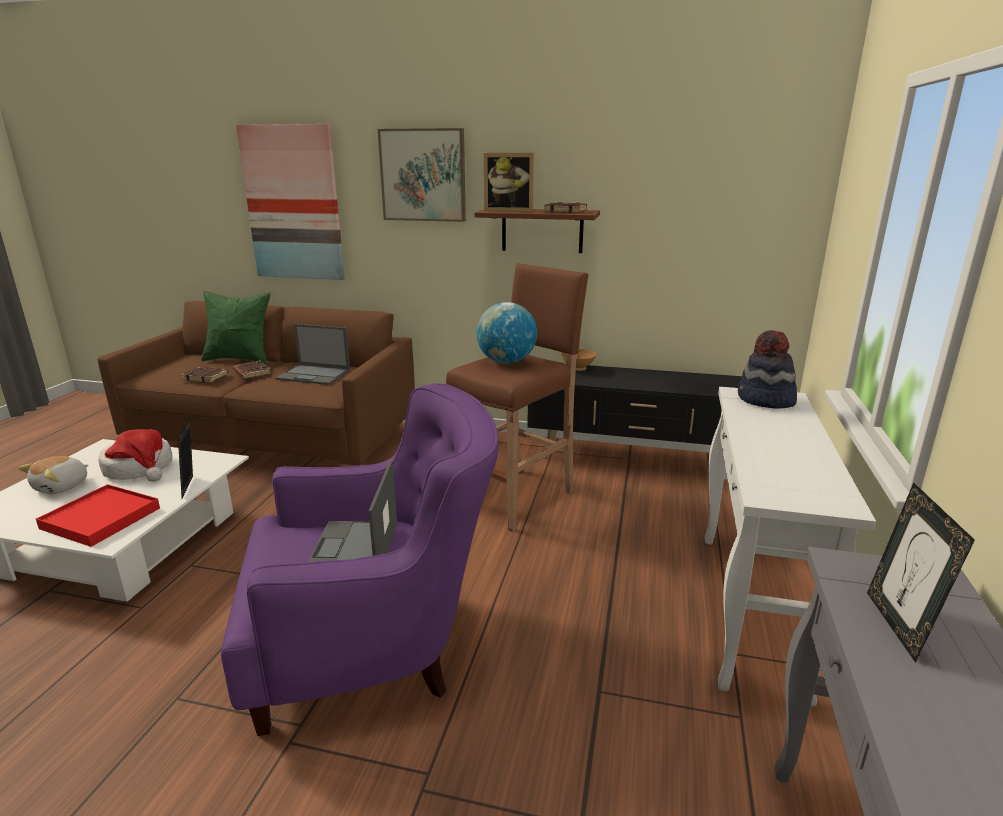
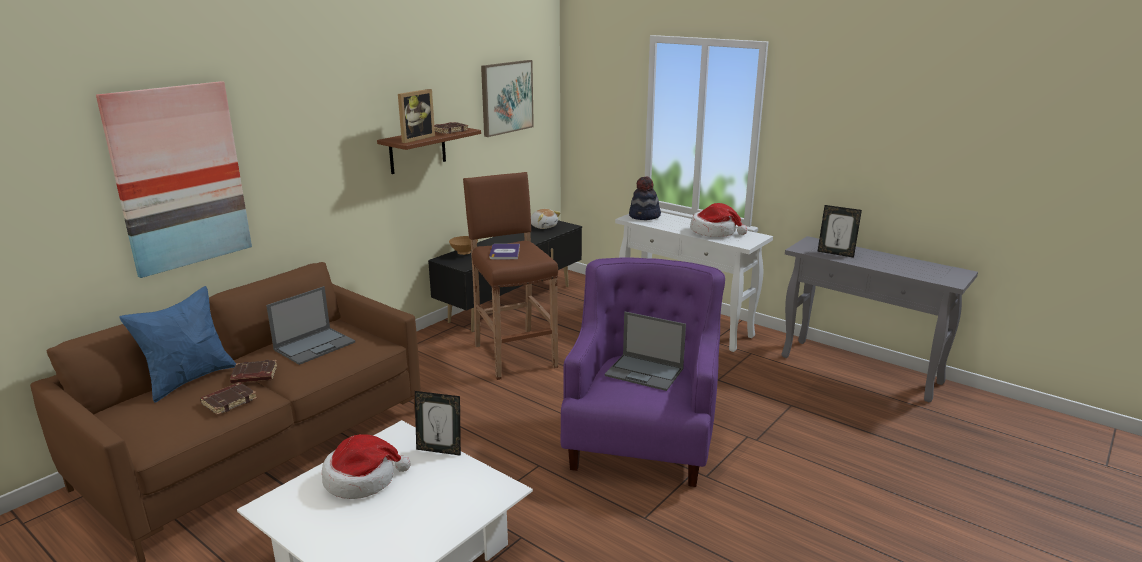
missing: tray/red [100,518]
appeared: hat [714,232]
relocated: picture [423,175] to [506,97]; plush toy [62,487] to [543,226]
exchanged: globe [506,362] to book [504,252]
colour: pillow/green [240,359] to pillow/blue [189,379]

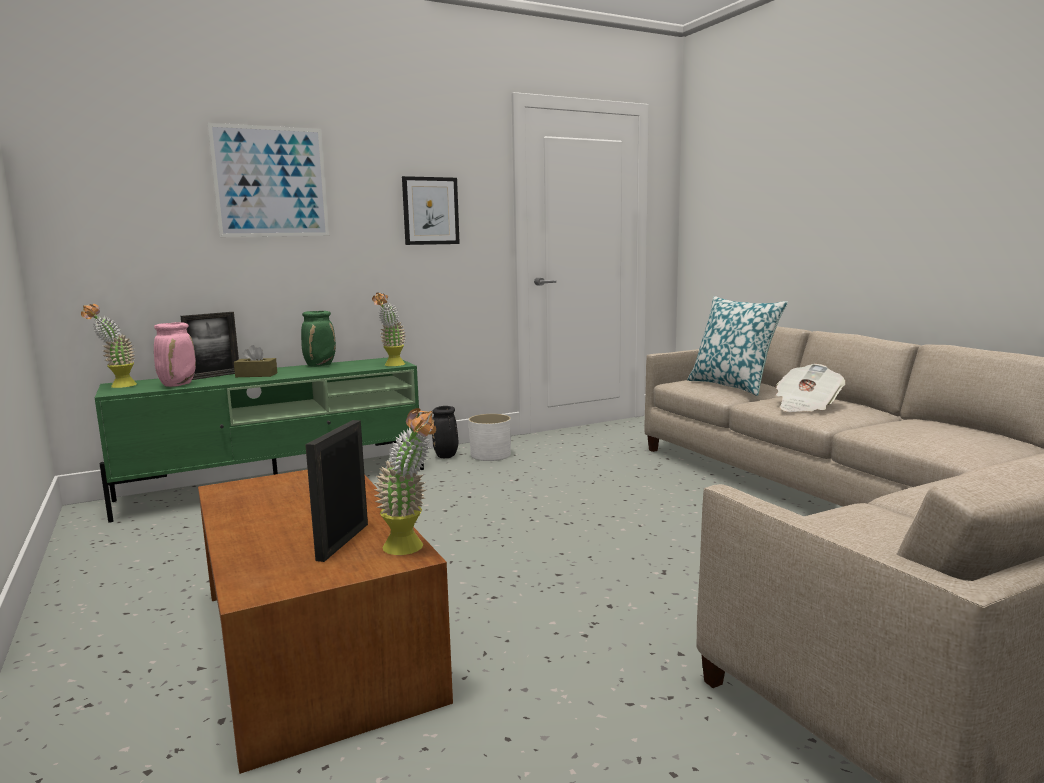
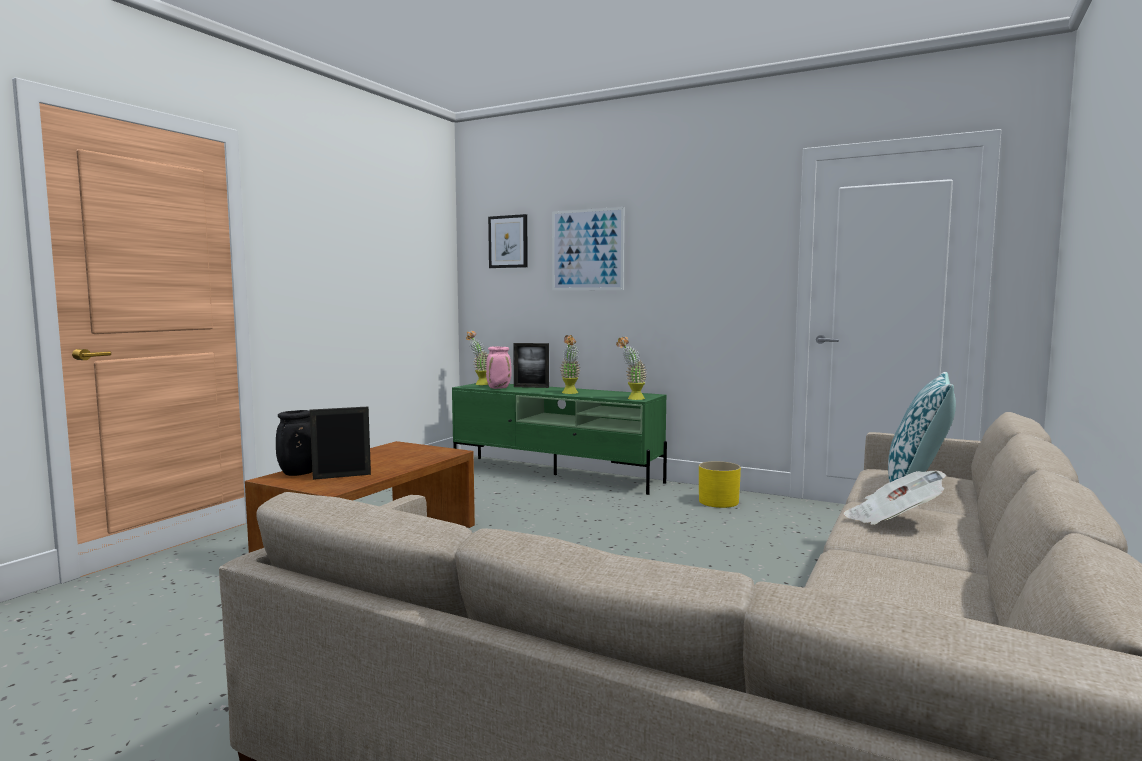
missing: tissue box/brown [256,375]; vase/green [320,365]
relocated: vase/black [446,456] to [297,474]; picture [430,211] to [508,241]; potted plant [411,549] to [570,393]
colour: planter/white [491,455] to planter/yellow [719,502]

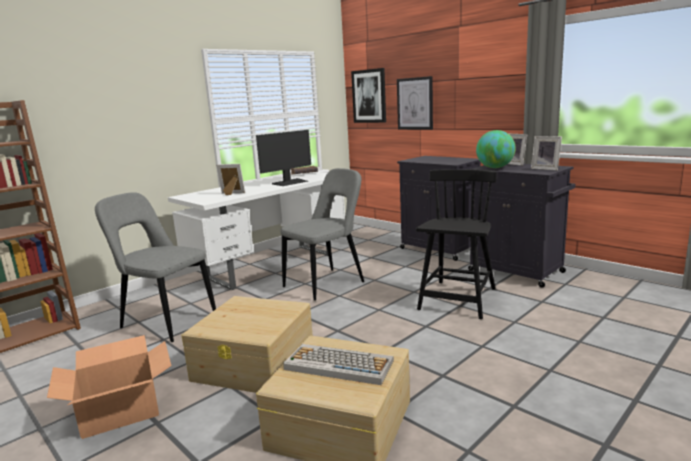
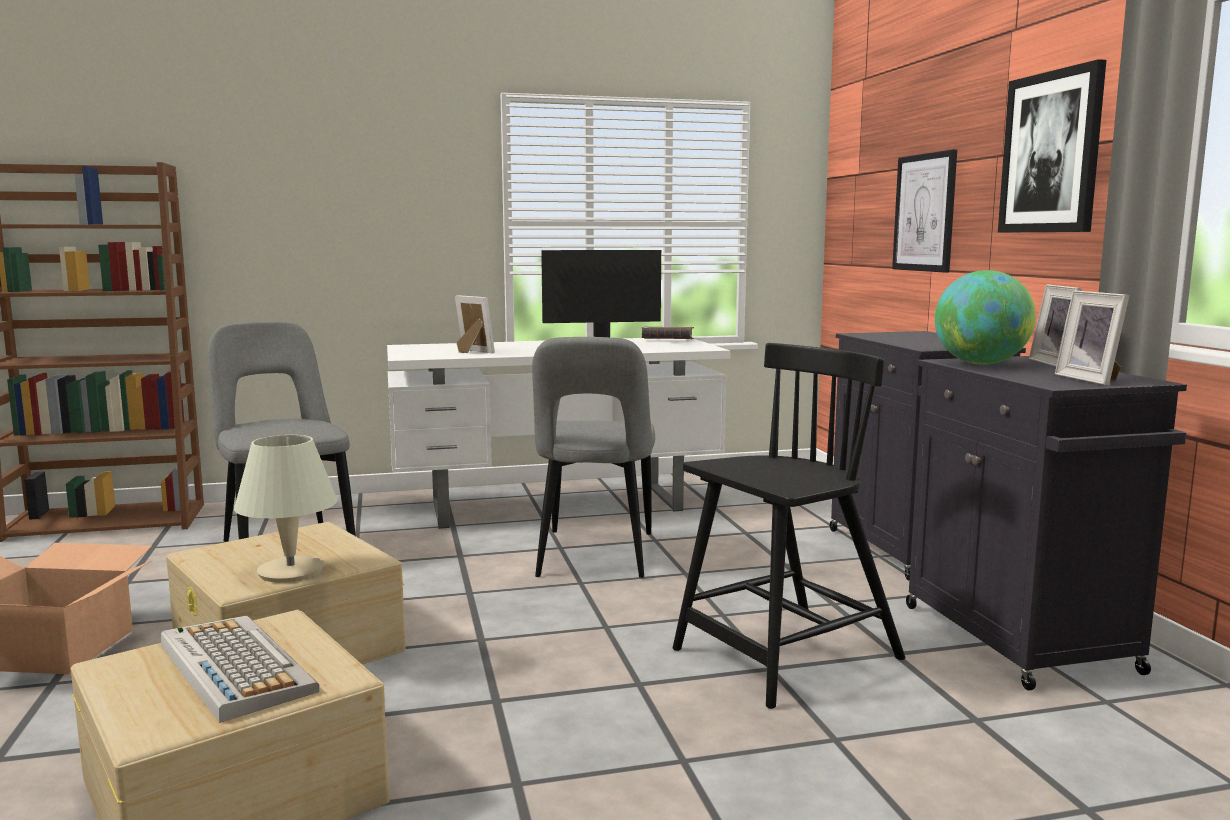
appeared: table lamp/beige [291,572]
relocated: picture [369,96] to [1051,153]
spun: chair/grey [327,283] = [594,557] 105 degrees clockwise

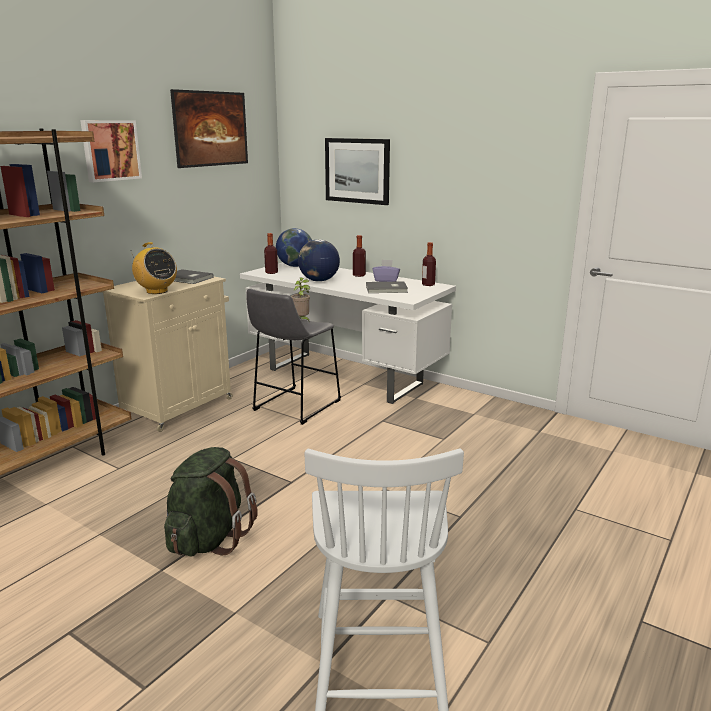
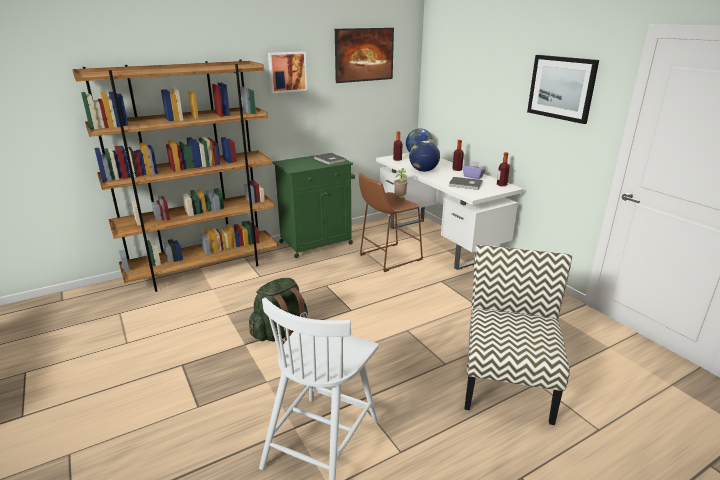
missing: radio [156,291]
appeared: chair [506,382]
relocated: picture [357,170] to [561,88]
colour: cabinet/beige [179,406] to cabinet/green [317,243]; stool/grey [294,407] to stool/brown [387,258]

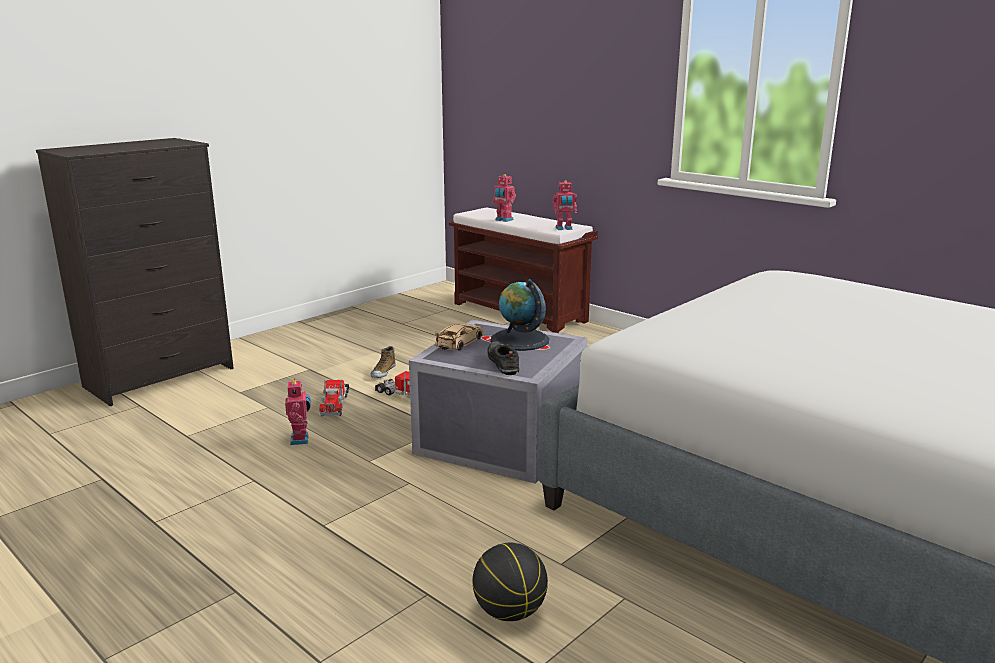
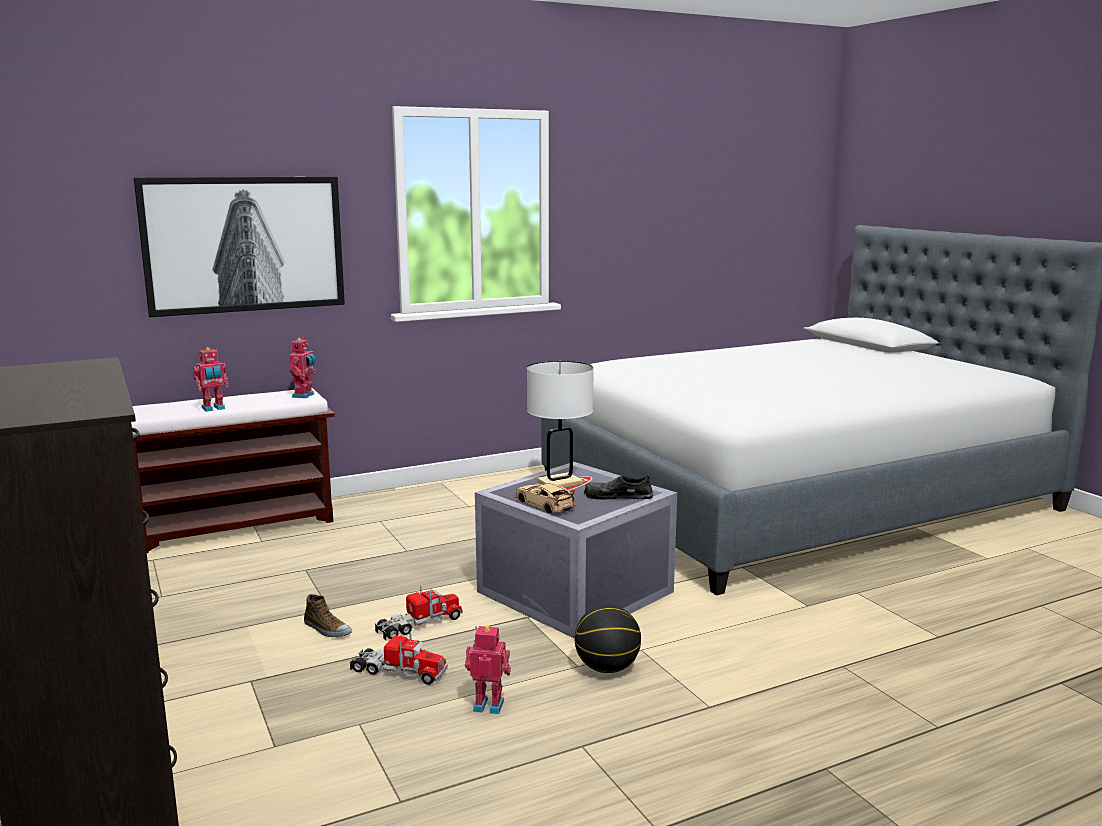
appeared: picture [245,244]
relocated: basketball [510,612] to [607,668]
exchanged: globe [519,340] to table lamp/white [559,483]

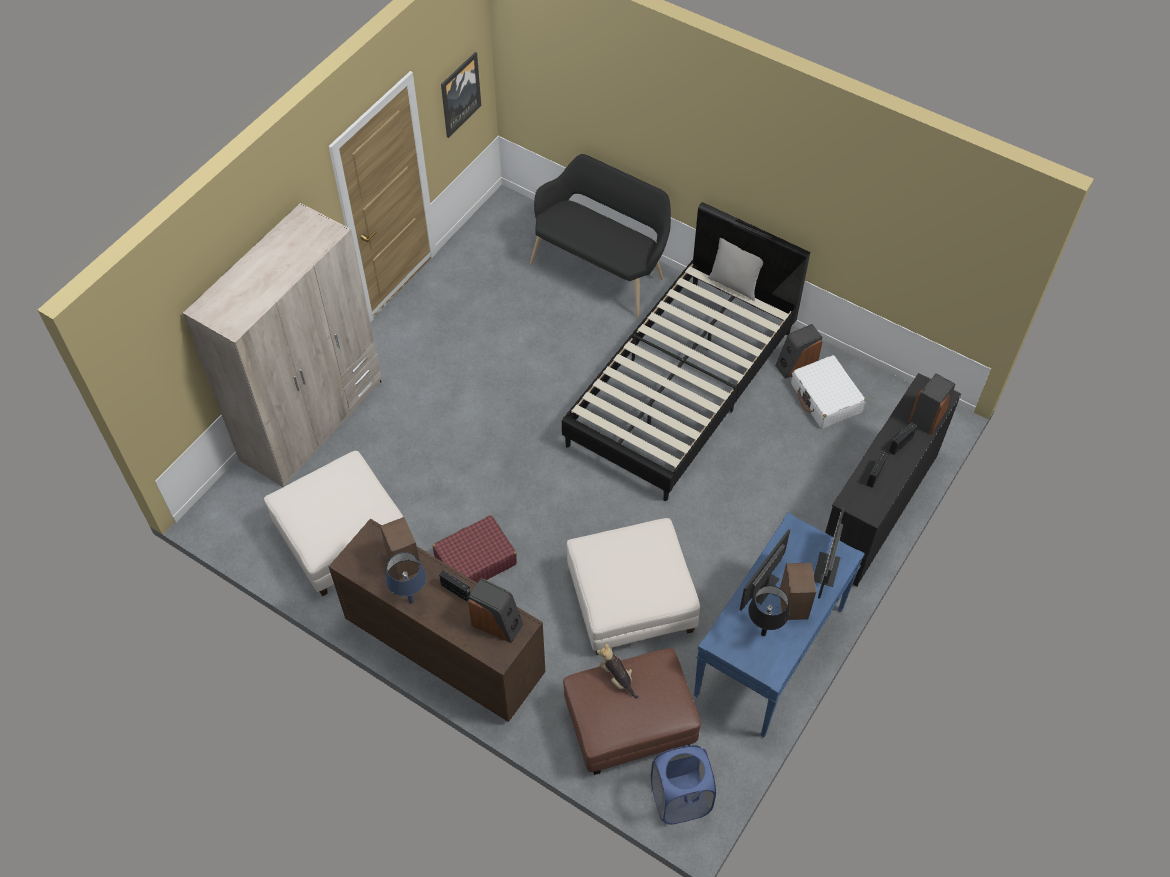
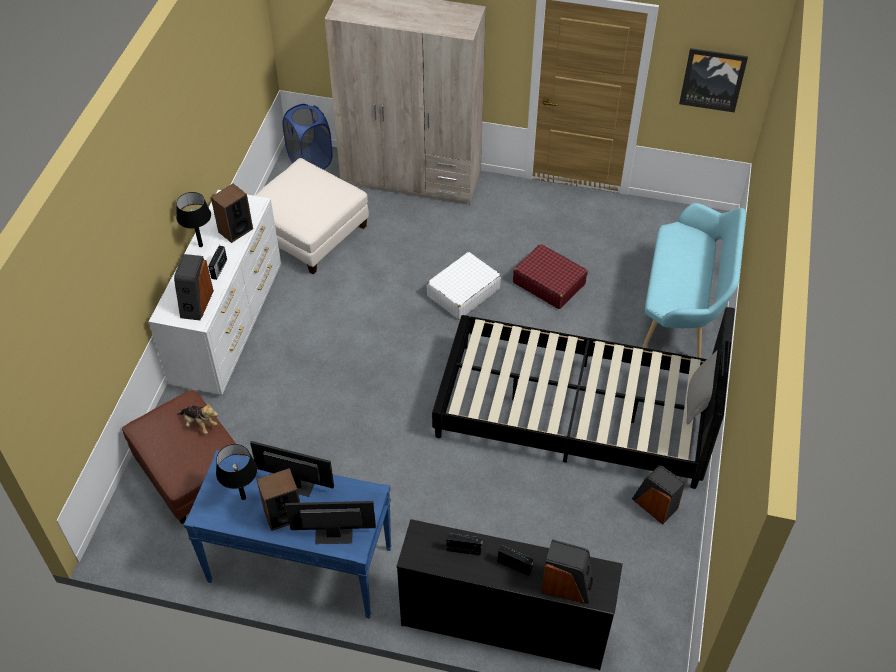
missing: ottoman/white [631,600]
relocated: laundry basket/blue [680,799] to [310,161]; suitcase/white [825,398] to [463,292]; suitcase/red [475,560] to [549,283]
colour: dresser/brown [444,647] to dresser/white [229,326]; table lamp/blue [411,601] to table lamp/black [200,245]; bench/black [602,268] to bench/turquoise [682,312]
spun: plush toy [617,678] = [199,424] 90 degrees clockwise

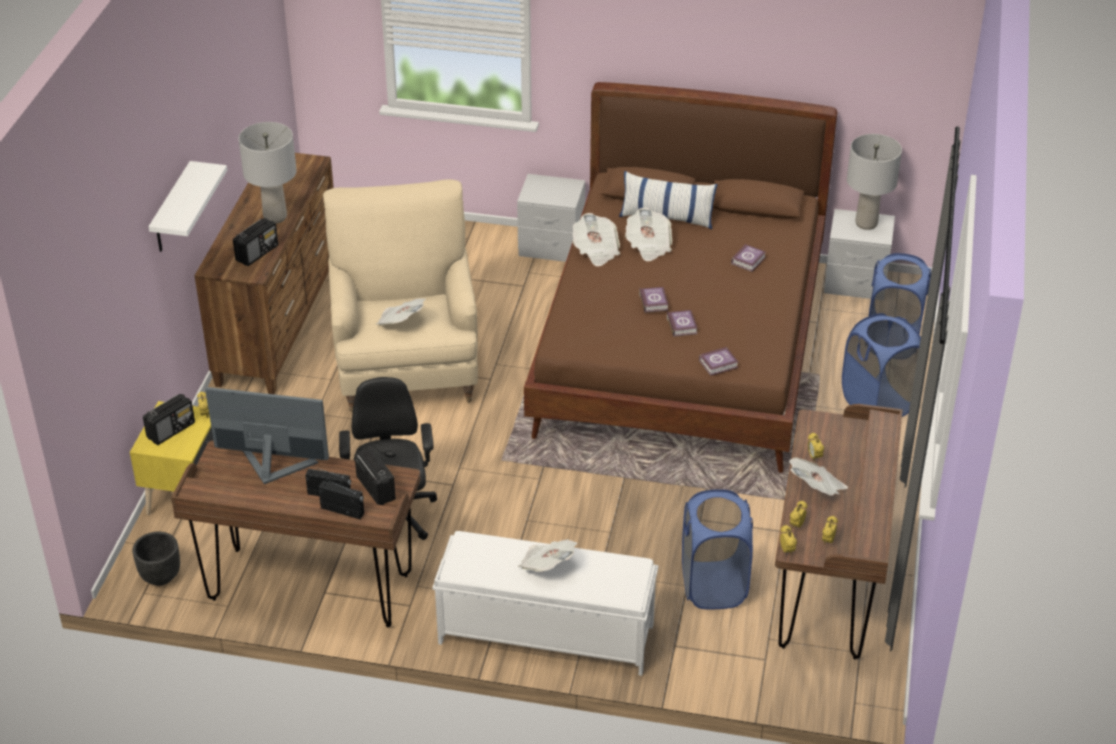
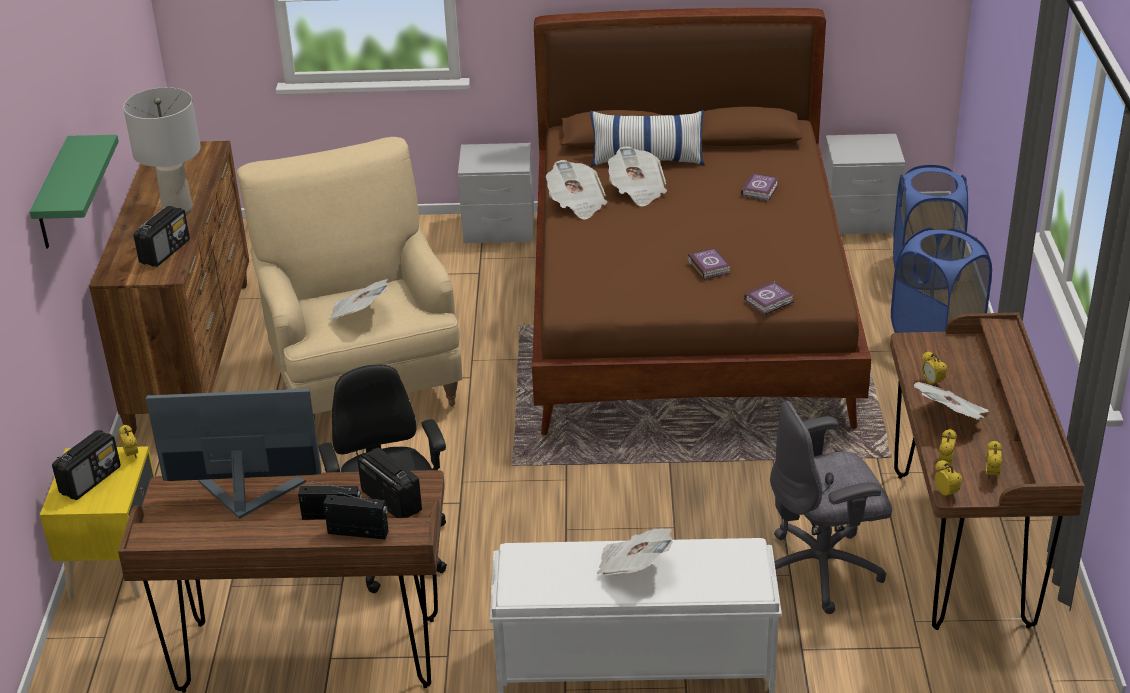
missing: planter/black [160,577]; book [654,301]; table lamp/grey [866,224]
exchanged: laundry basket/blue [713,585] to office chair/grey [823,569]
colour: shelf/white [172,209] to shelf/green [54,195]

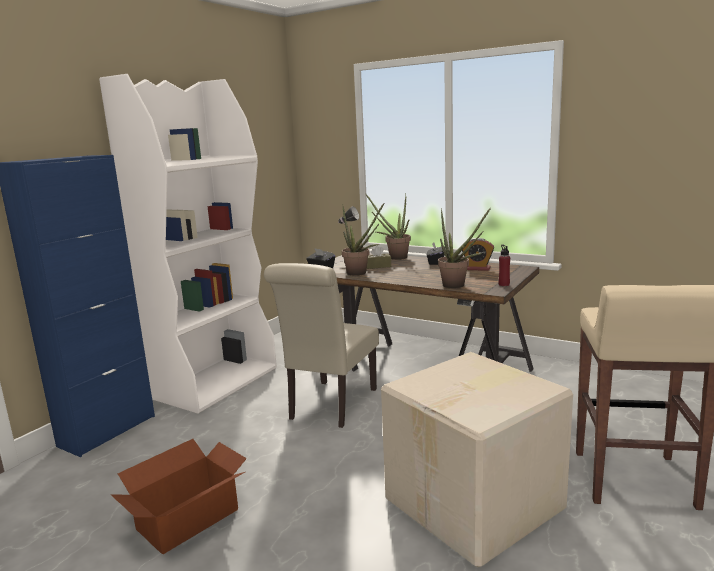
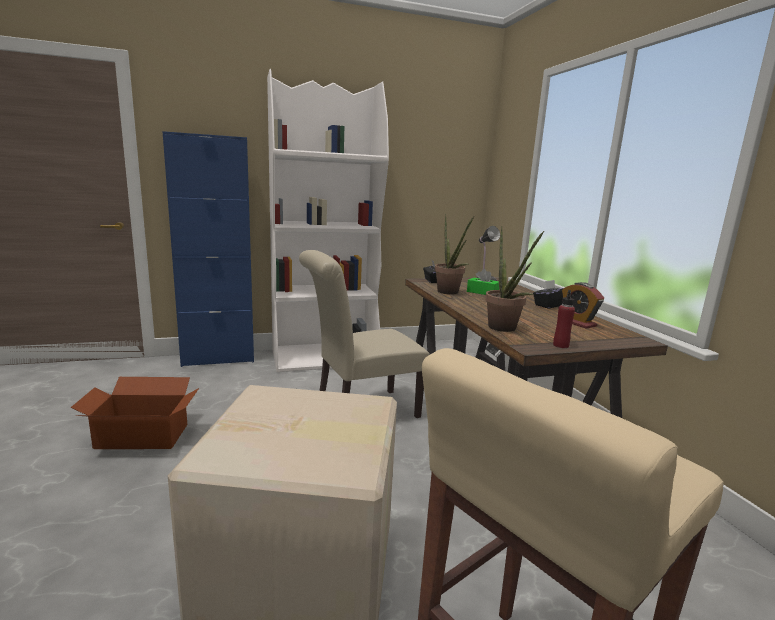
missing: potted plant [394,257]
colour: tissue box/brown [377,266] to tissue box/green [482,292]

